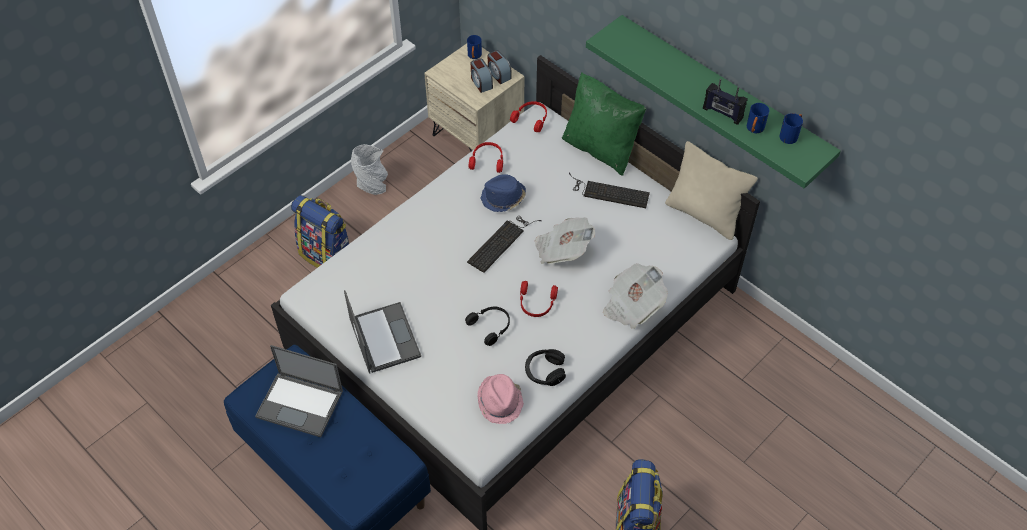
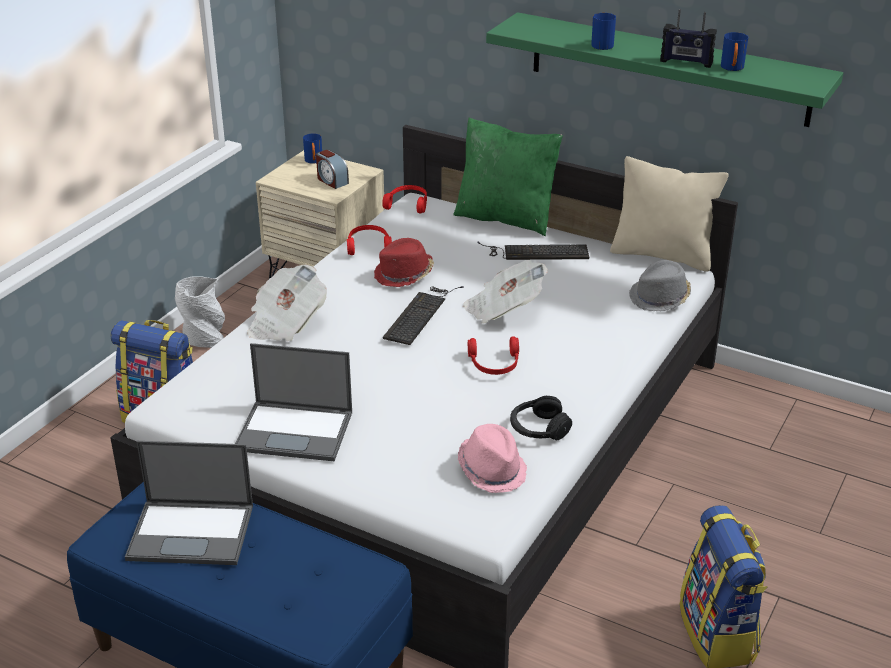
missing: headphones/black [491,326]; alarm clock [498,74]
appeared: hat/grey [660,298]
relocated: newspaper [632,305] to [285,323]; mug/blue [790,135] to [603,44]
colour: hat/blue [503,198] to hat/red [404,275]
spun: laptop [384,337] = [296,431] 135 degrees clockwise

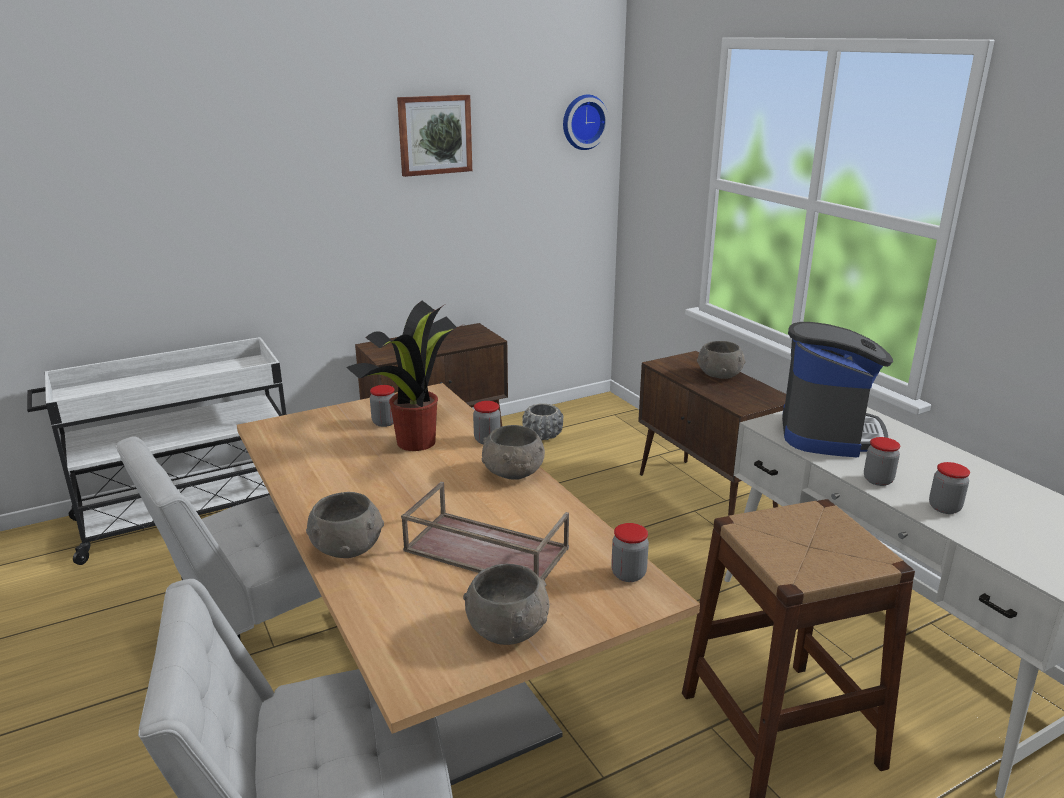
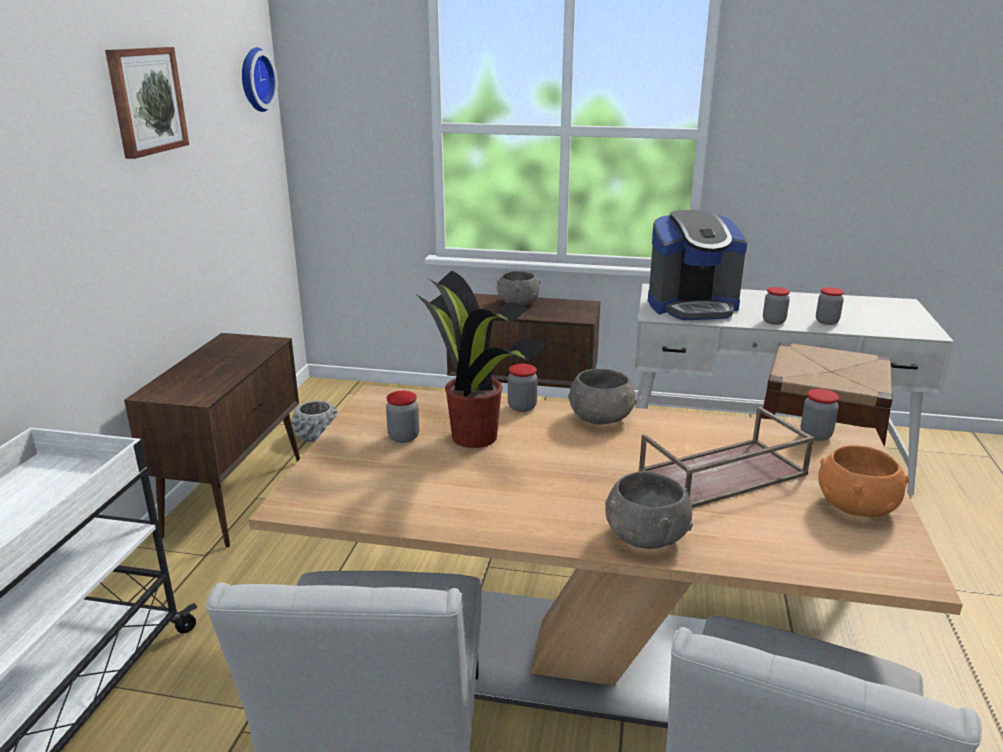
colour: bowl/grey [508,628] to bowl/orange [855,506]
spun: coffee machine [828,433] = [692,307] 120 degrees clockwise

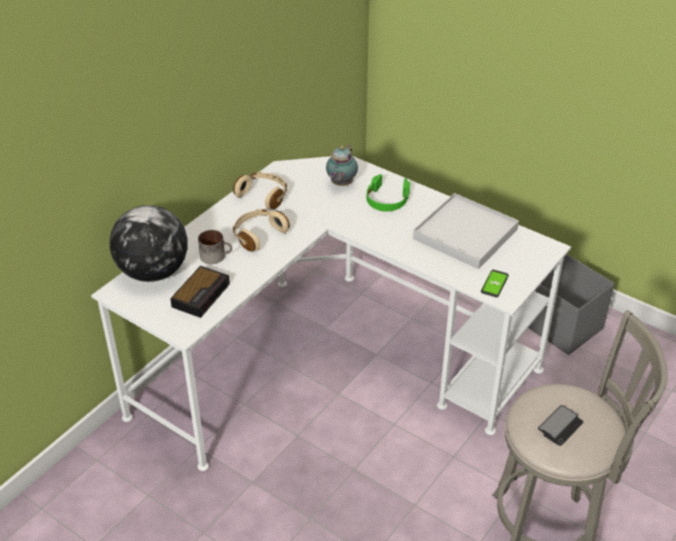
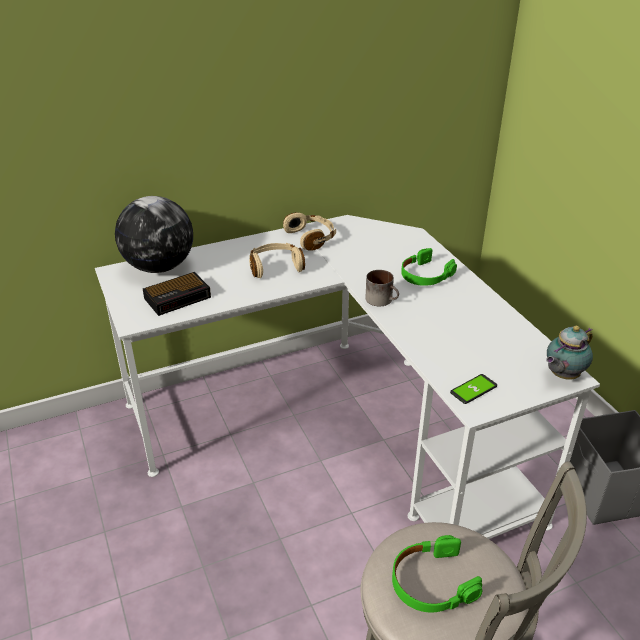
missing: tray/white [465,234]
relocated: mug [216,256] to [382,299]; teapot [340,184] to [562,376]
exchanged: phone [560,426] to headphones/green [431,582]

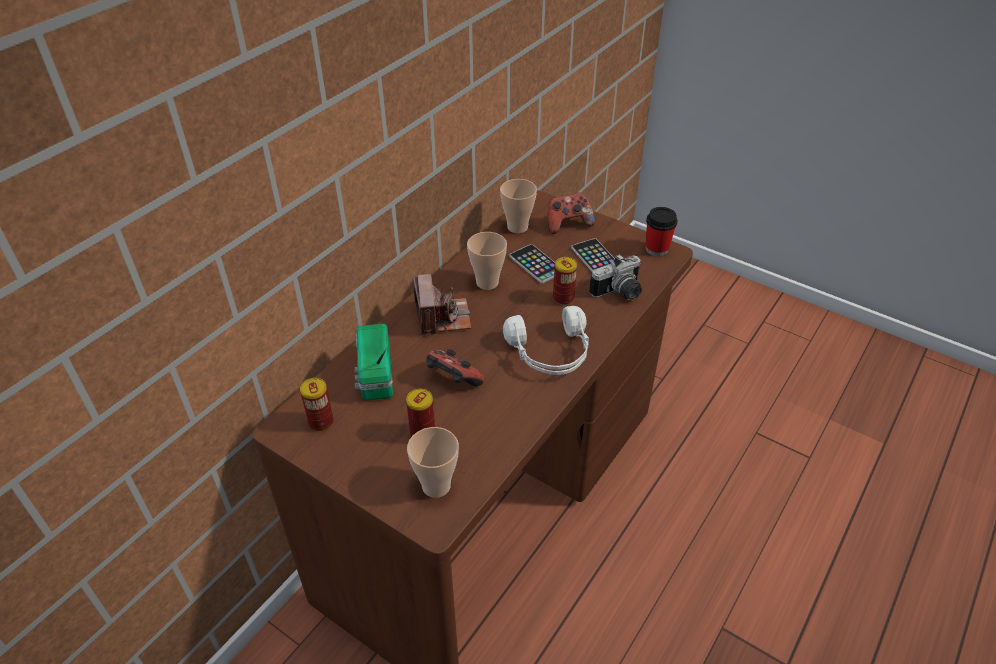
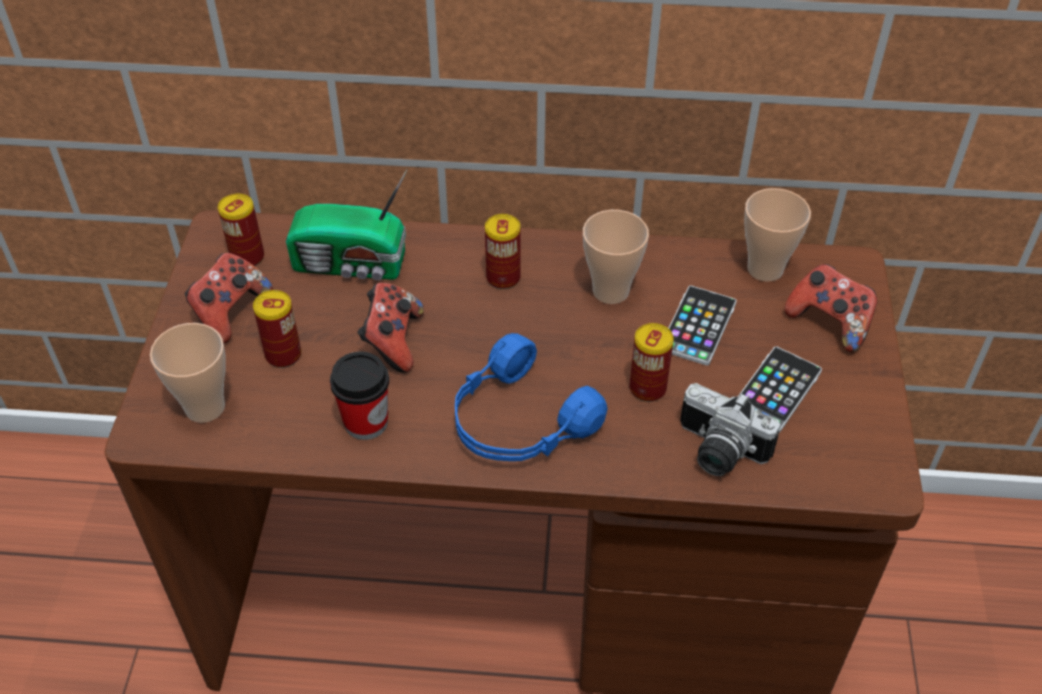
appeared: game controller [230,312]
relocated: cup [657,249] to [366,422]
exchanged: photo camera [442,317] to can [503,278]
colour: headphones/white [551,353] to headphones/blue [518,422]
spun: radio [374,375] = [352,265] 135 degrees counterclockwise

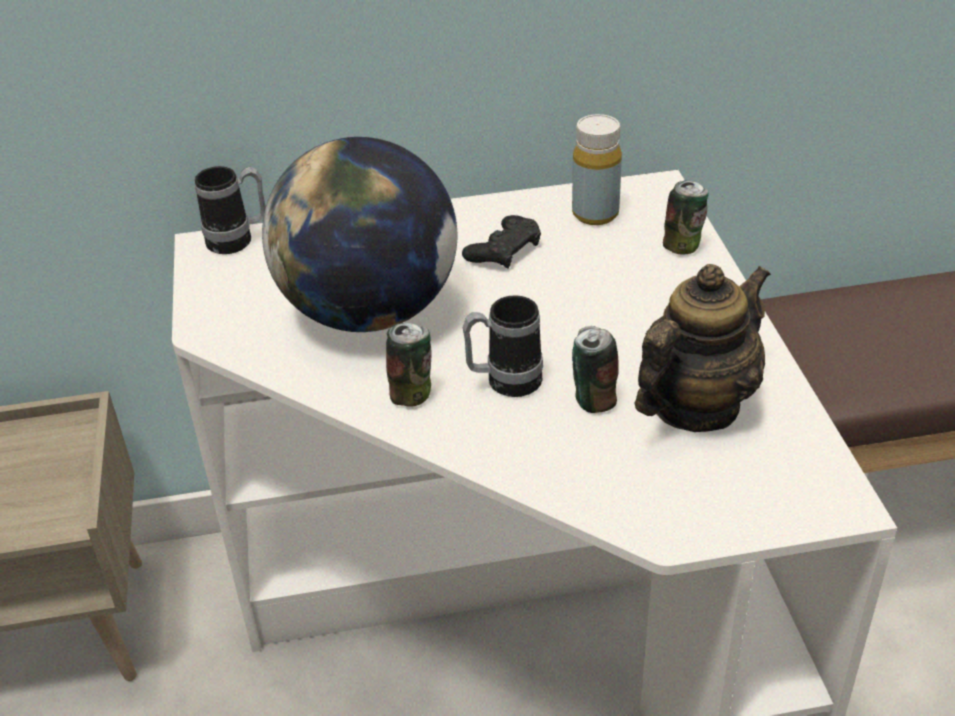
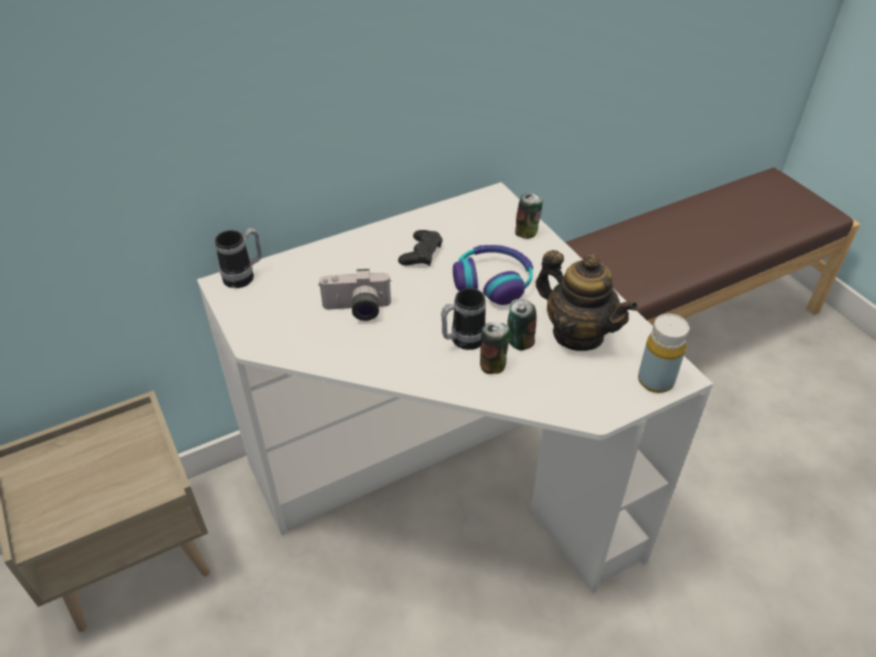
appeared: headphones [493,281]
relocated: can [412,394] to [493,365]; bottle/yellow [595,214] to [655,381]
exchanged: globe [370,312] to photo camera [357,310]
spun: teapot [695,406] = [578,334] 105 degrees clockwise

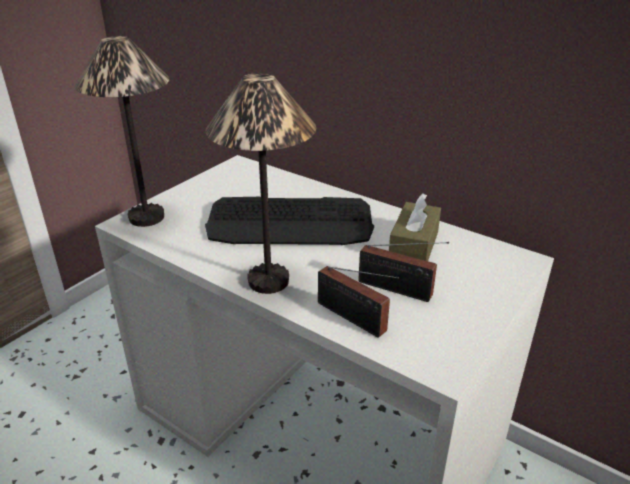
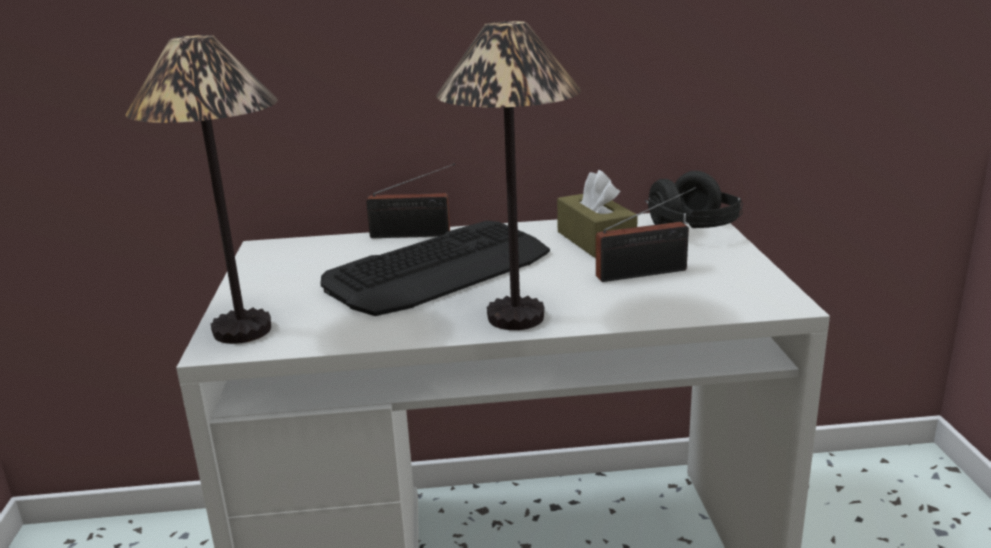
appeared: headphones/black [694,230]
relocated: radio [354,319] to [415,235]

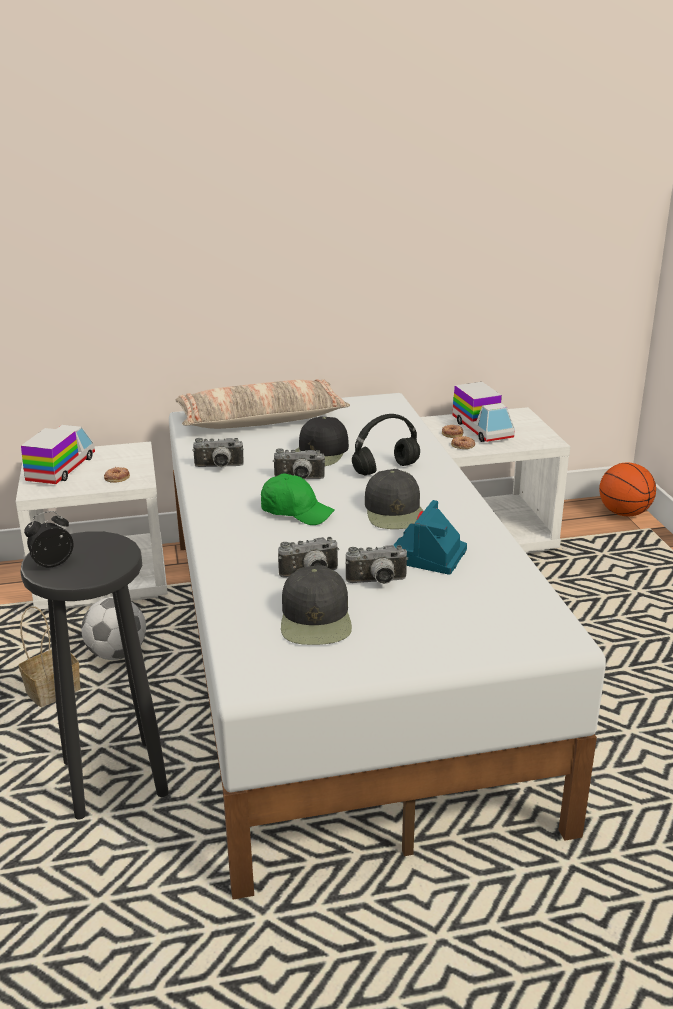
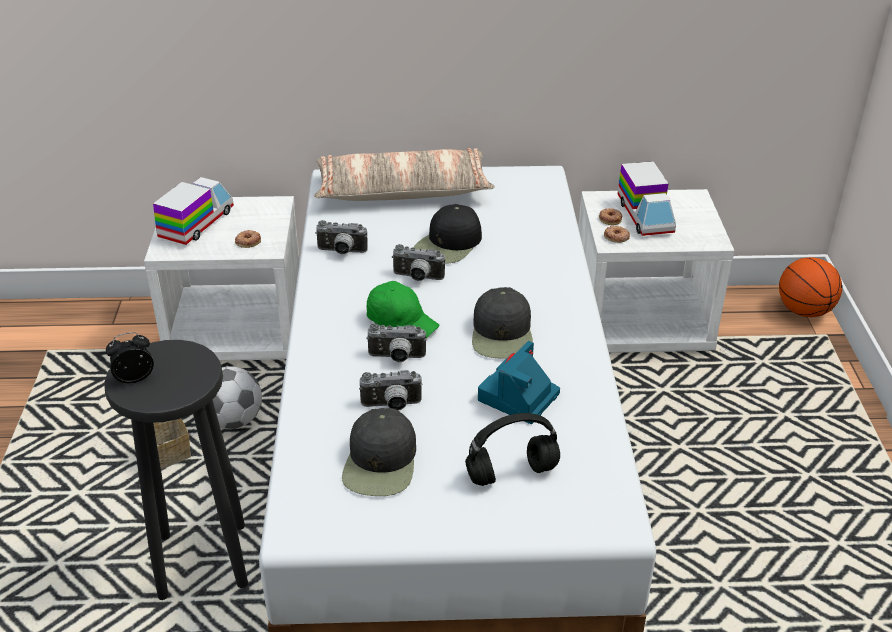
relocated: photo camera [377,582] to [396,358]; headphones/black [386,468] to [513,472]

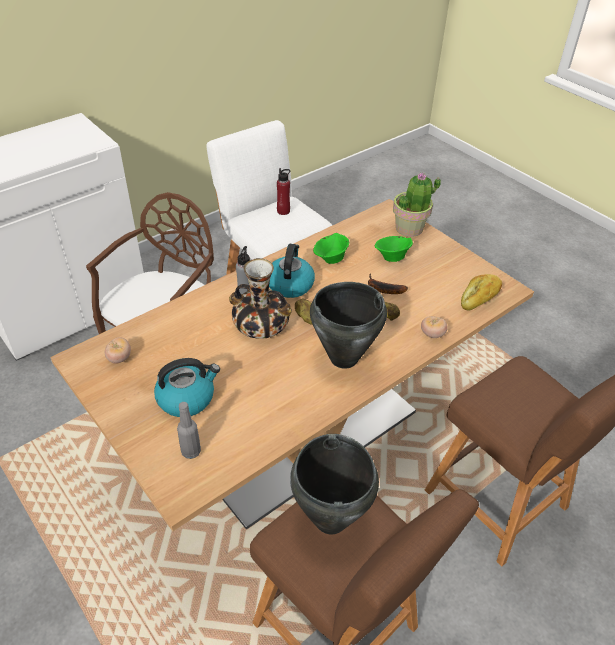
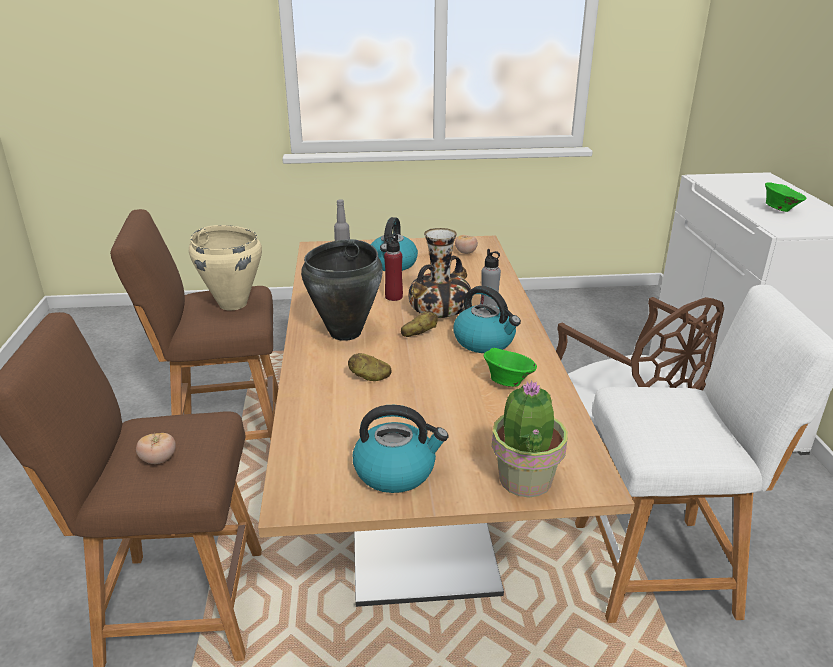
missing: banana [382,289]; bread [480,298]
appeared: kettle [396,471]
relocated: tomato [432,334] to [159,460]; bottle/red [283,211] to [393,297]; bowl/green [391,257] to [780,209]
colour: cooking pot/black [330,520] to cooking pot/beige [233,304]

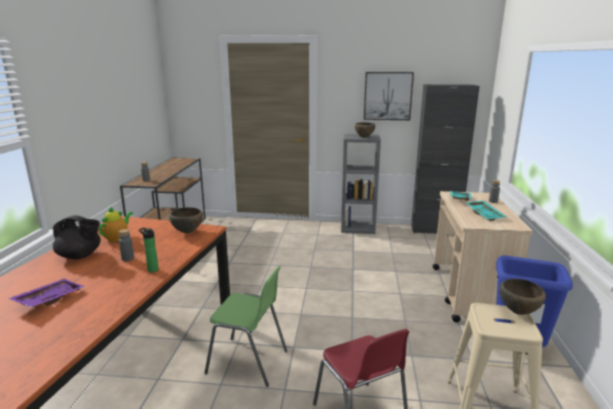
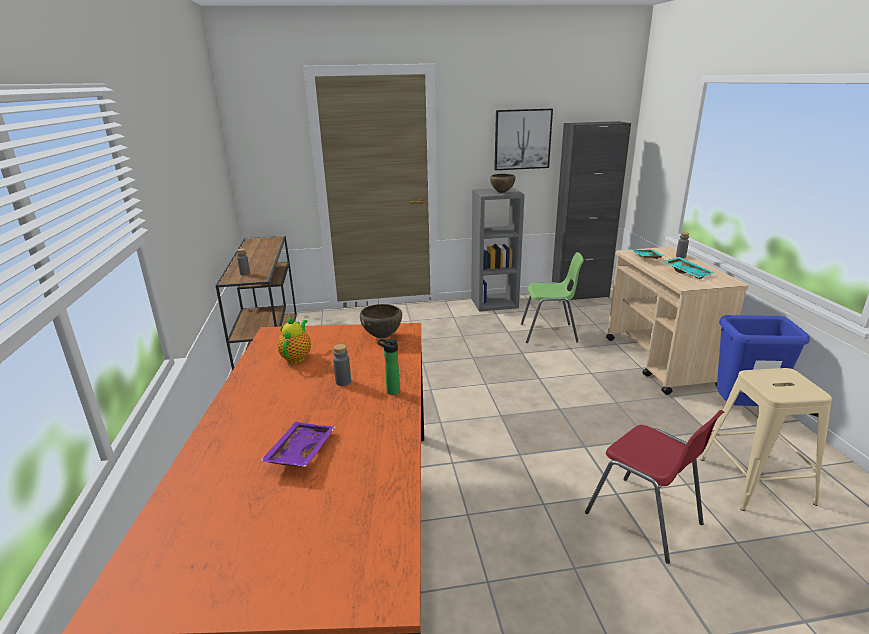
missing: teapot/black [80,256]; bowl/brown [518,312]
relocated: chair/green [248,362] to [549,333]

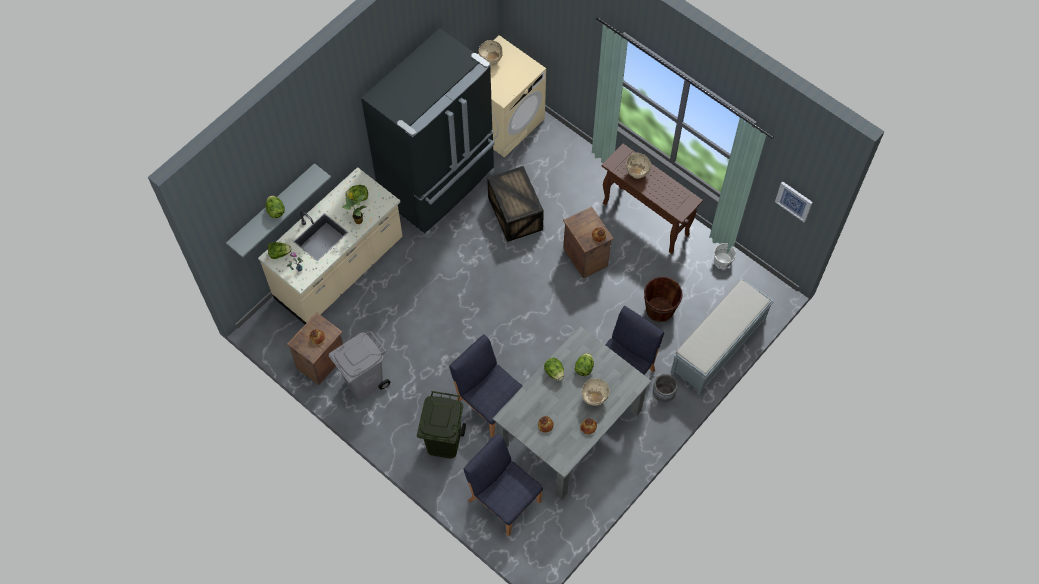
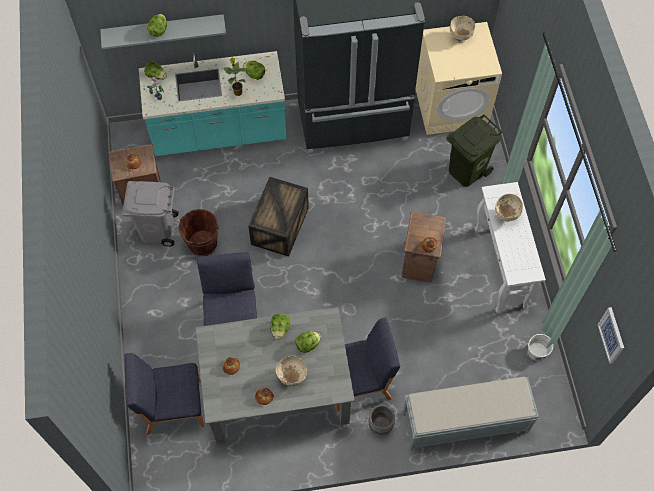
relocated: bucket/brown [659,310] to [202,244]; crate [516,214] to [280,227]; trash can/green [443,442] to [466,170]
colour: counter/beige [340,270] to counter/turquoise [219,133]; console table/brown [646,219] to console table/white [500,268]
spun: chair/blue [504,500] = [172,406] 90 degrees counterclockwise

